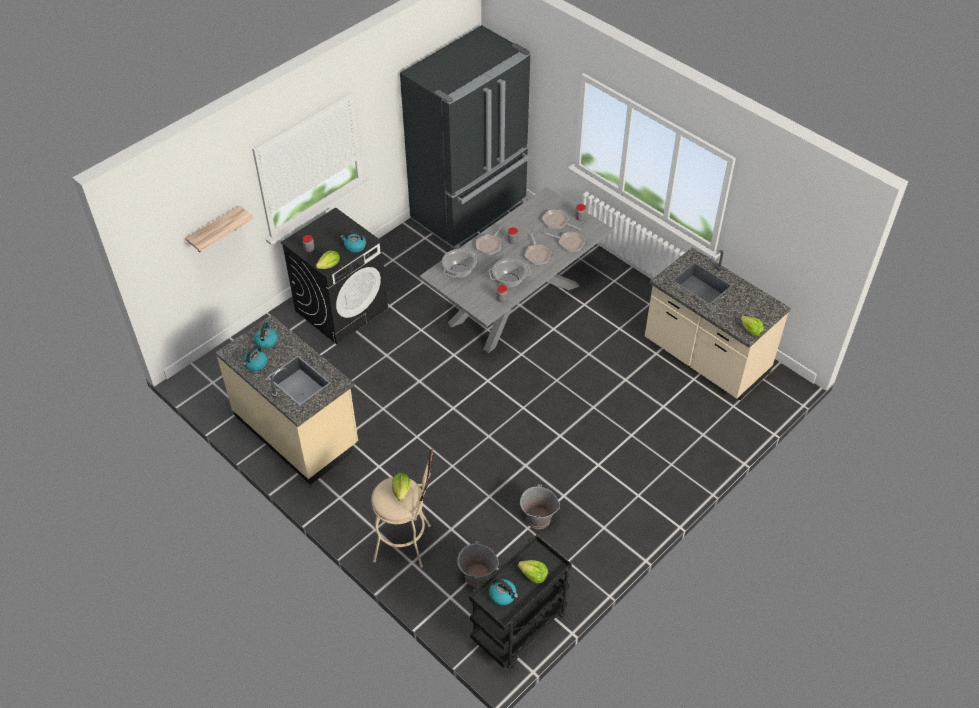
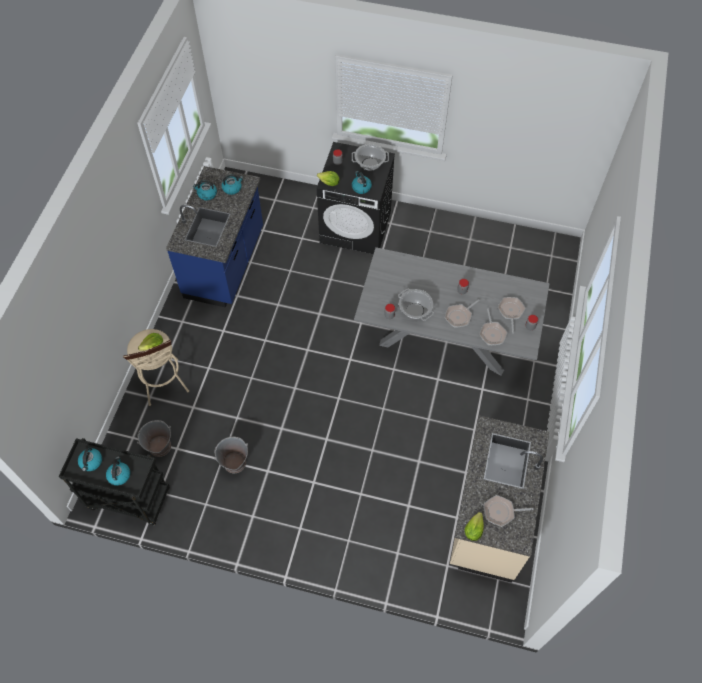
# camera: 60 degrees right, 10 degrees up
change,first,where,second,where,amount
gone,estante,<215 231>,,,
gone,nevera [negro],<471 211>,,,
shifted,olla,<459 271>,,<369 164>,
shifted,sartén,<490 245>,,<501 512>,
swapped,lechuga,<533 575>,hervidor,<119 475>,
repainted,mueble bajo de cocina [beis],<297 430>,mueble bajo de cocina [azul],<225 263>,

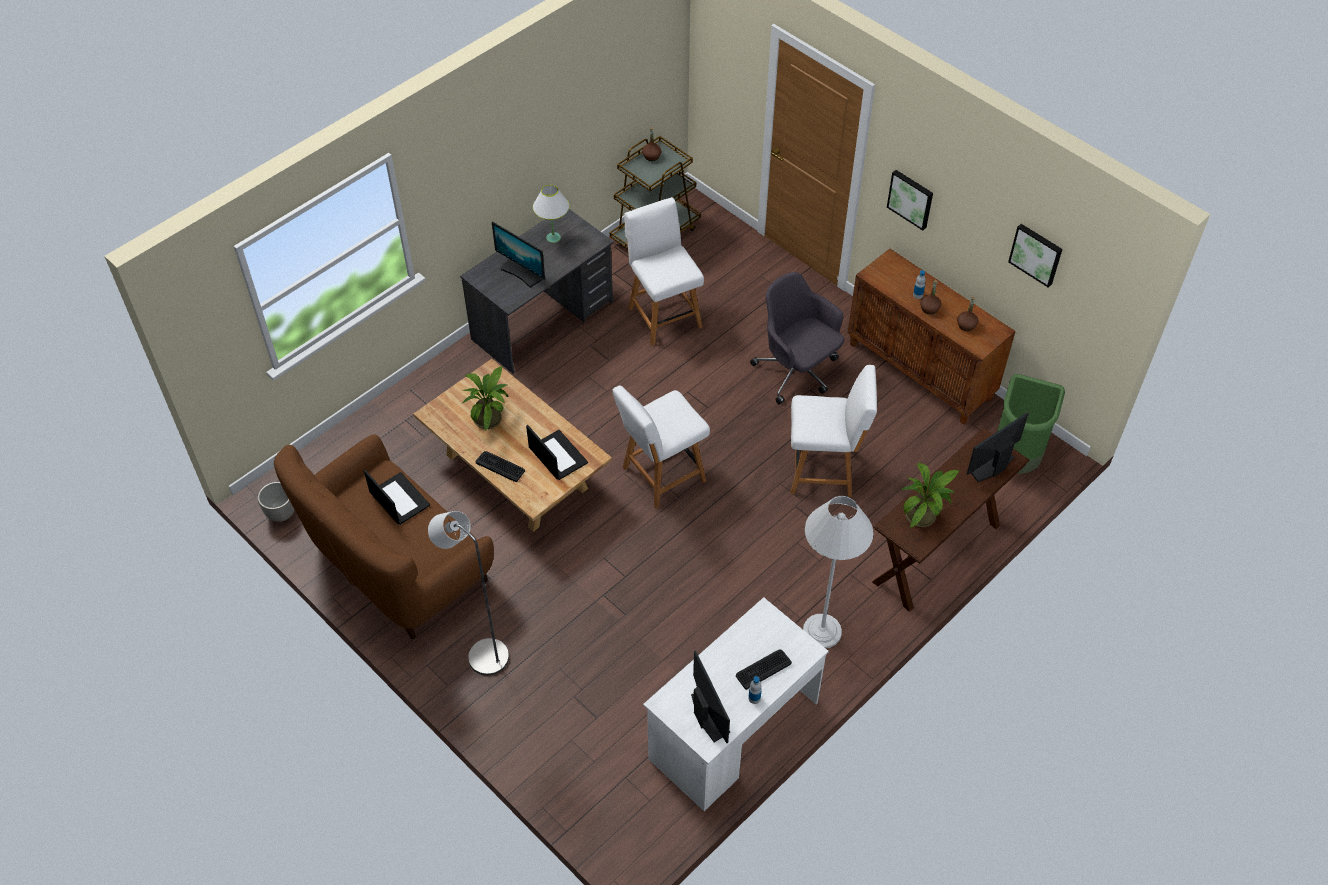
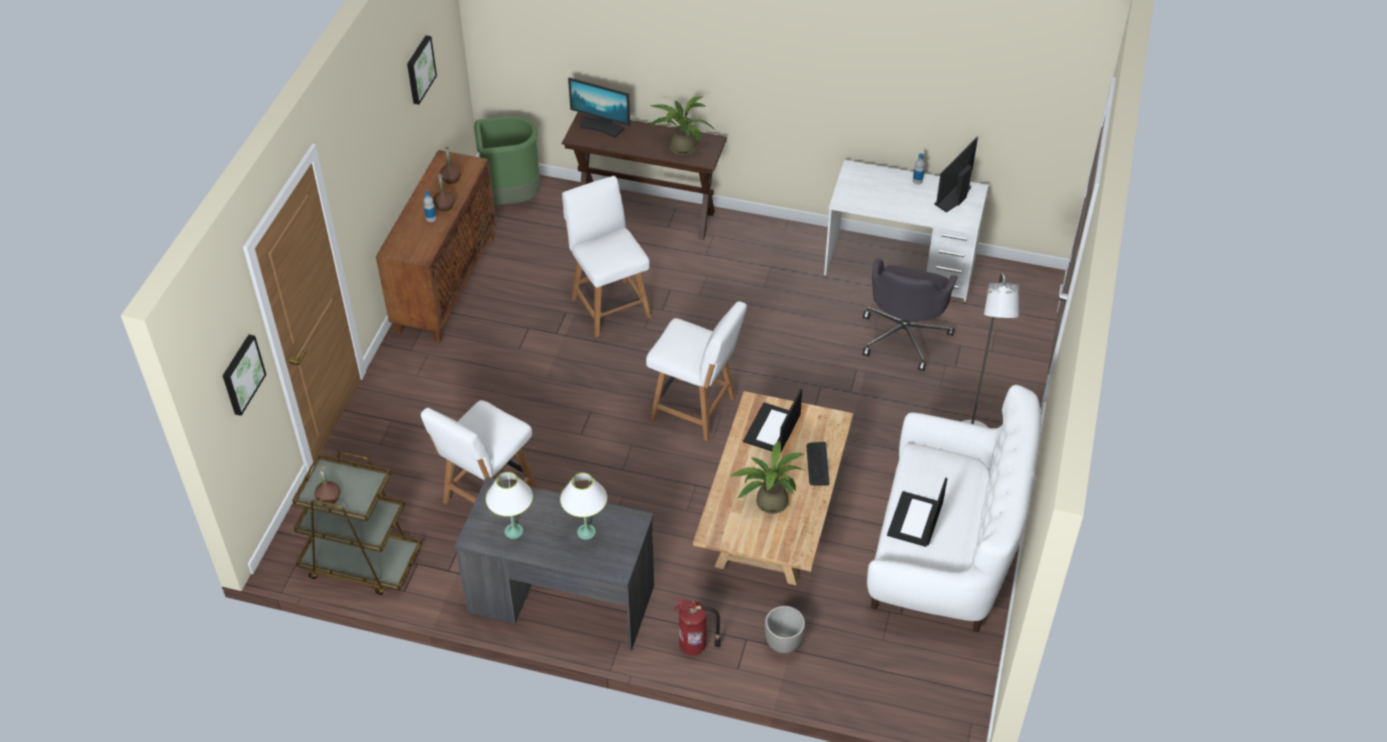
# camera: 120 degrees left, 5 degrees down
change,first,where,second,where,amount
gone,teclado,<763 669>,,,
gone,lámpara de pie [blanco],<822 631>,,,
new,,,extintor,<695 646>,
shifted,maceta,<281 514>,,<783 644>,
shifted,silla de oficina [gris],<797 372>,,<904 336>,
shifted,cuadro,<911 198>,,<241 374>,
swapped,monitor,<522 273>,lámpara de mesa [blanco],<586 532>,
repainted,sofá [marrón],<396 564>,sofá [blanco],<944 553>,

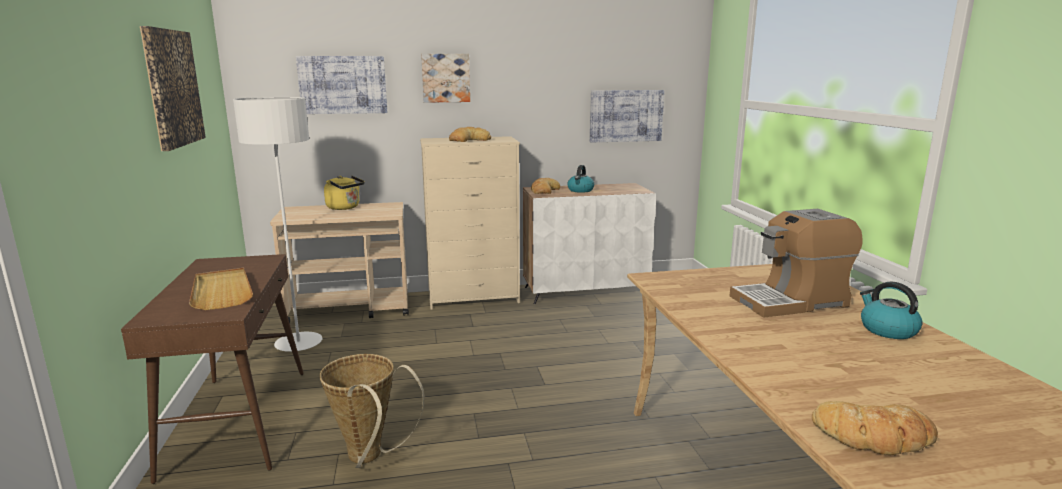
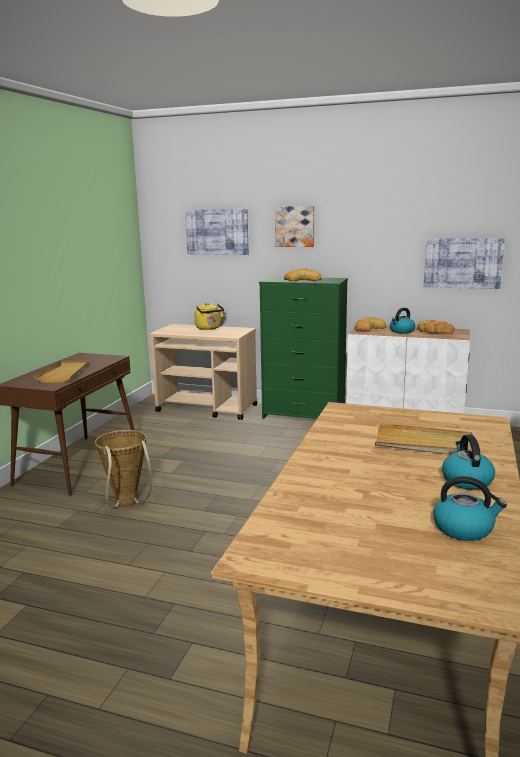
# camera: 30 degrees right, 0 degrees up
change,first,where,second,where,amount
gone,cuadro,<172 88>,,,
gone,lámpara de pie [blanco],<298 344>,,,
new,,,hervidor,<464 528>,
shifted,pan,<874 436>,,<434 331>,
swapped,cafetera,<790 301>,bandeja [beis],<424 444>,
repainted,cómoda [beis],<474 297>,cómoda [verde],<304 415>,

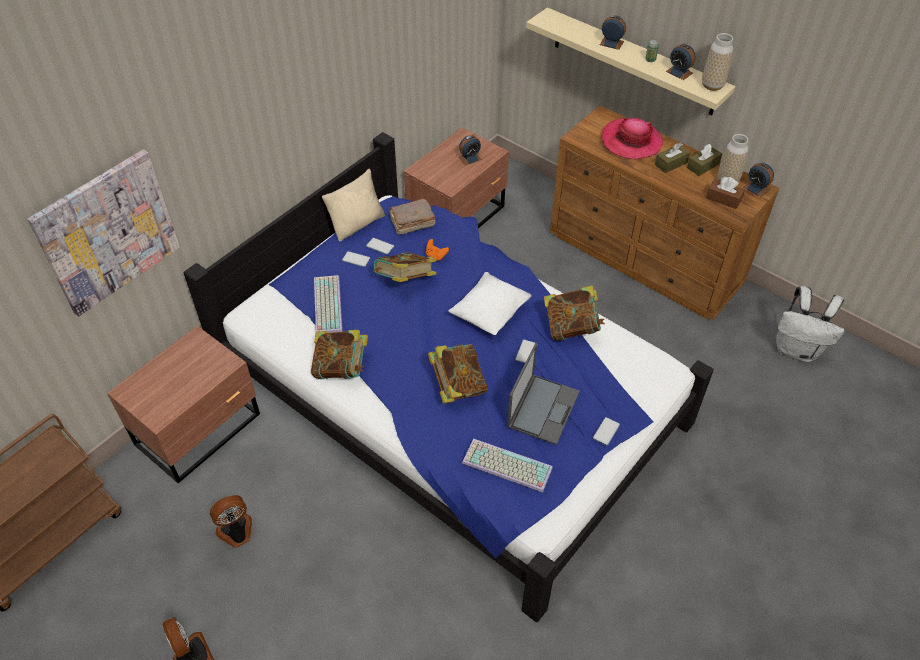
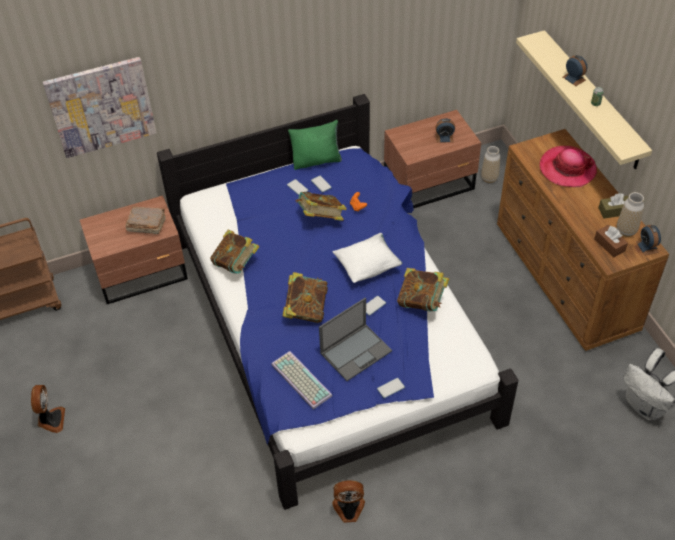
# camera: 30 degrees right, 0 degrees up
change,first,where,second,where,amount
gone,teclado,<326 304>,,,
gone,caja de pañuelos [marrón],<671 163>,,,
gone,despertador,<679 72>,,,
shifted,ventilador,<237 533>,,<349 510>,
shifted,libro [marrón],<411 223>,,<146 225>,
shifted,florero,<712 85>,,<489 178>,
repainted,cojín [beis],<357 224>,cojín [verde],<316 160>,

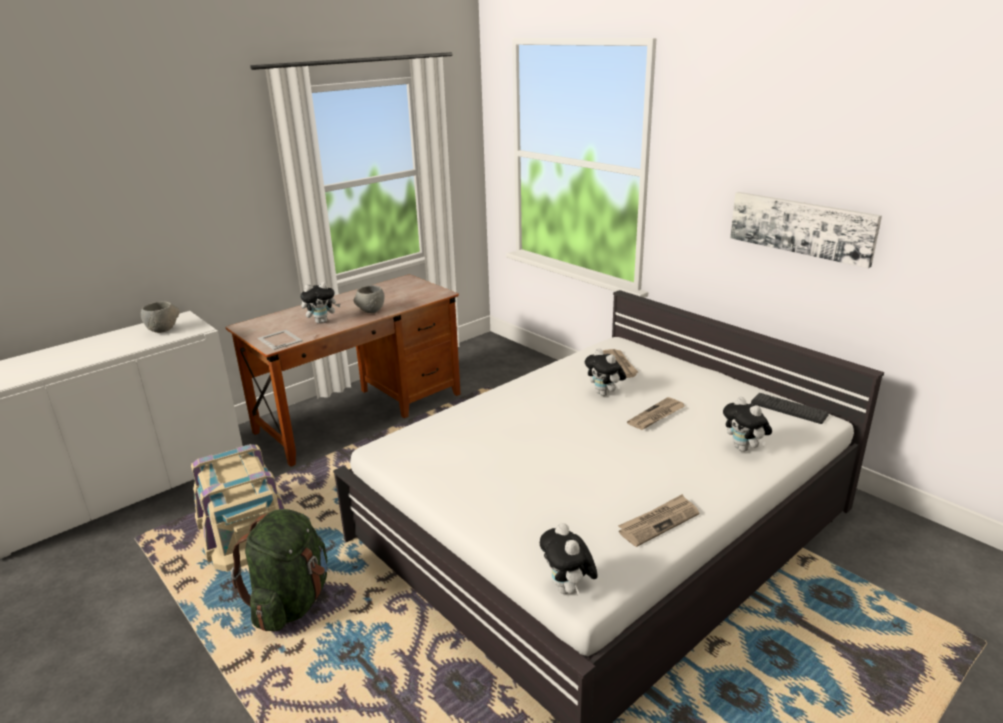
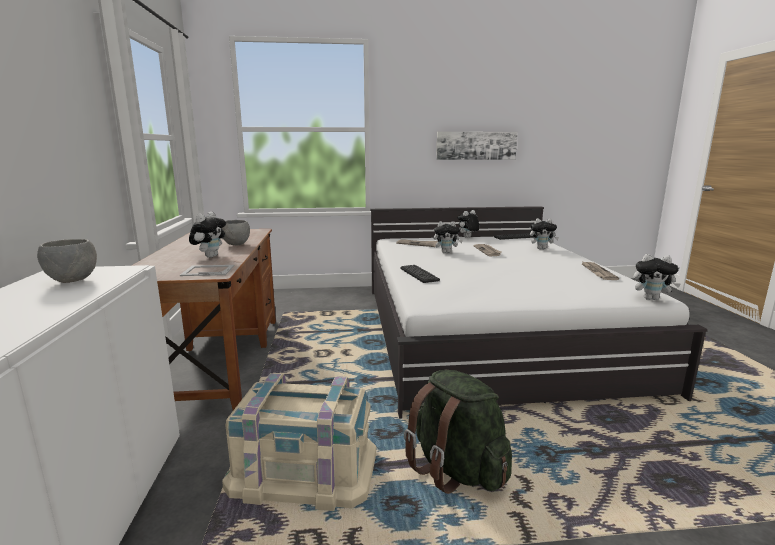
# camera: 55 degrees left, 10 degrees down
change,first,where,second,where,amount
new,,,teclado,<419 274>,
new,,,peluche,<467 237>,

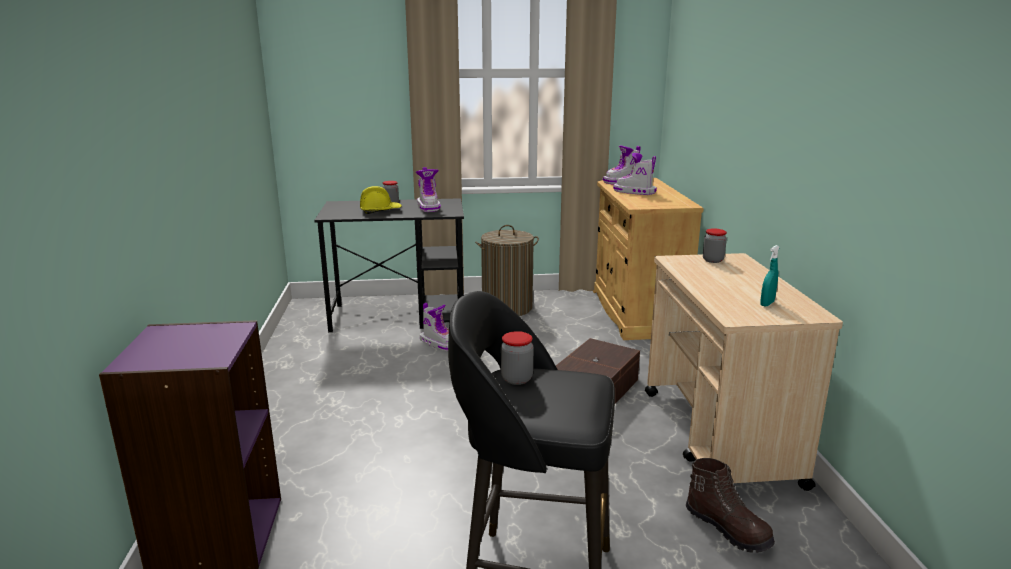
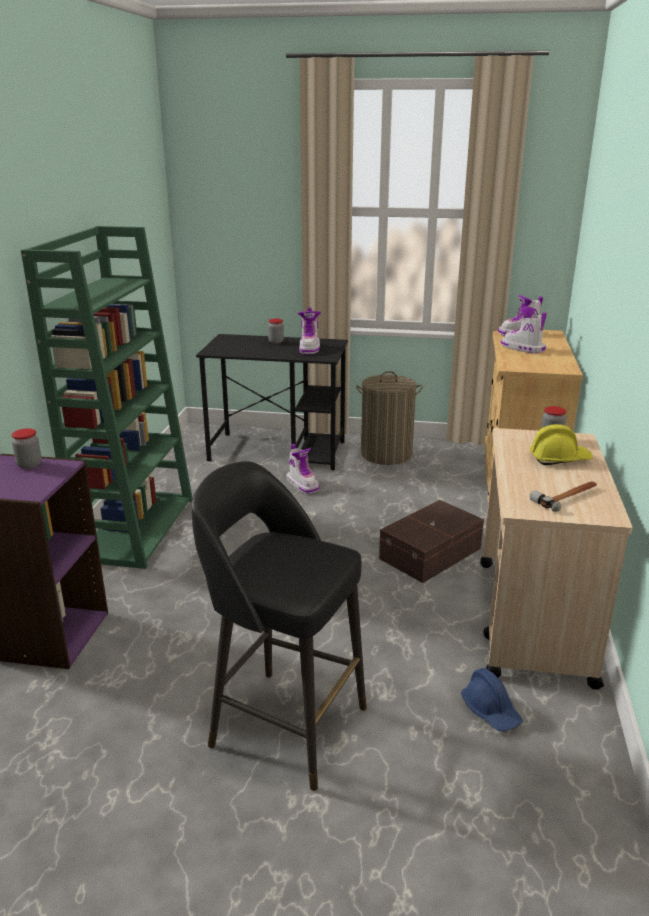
# camera: 15 degrees right, 5 degrees up
change,first,where,second,where,amount
new,,,estantería [verde],<136 528>,
shifted,casco [amarillo],<380 211>,,<559 459>,
shifted,tarro,<516 379>,,<29 465>,
swapped,bota [marrón],<728 528>,casco [azul],<491 711>,
swapped,pulverizador [turquesa],<767 304>,martillo,<567 497>,

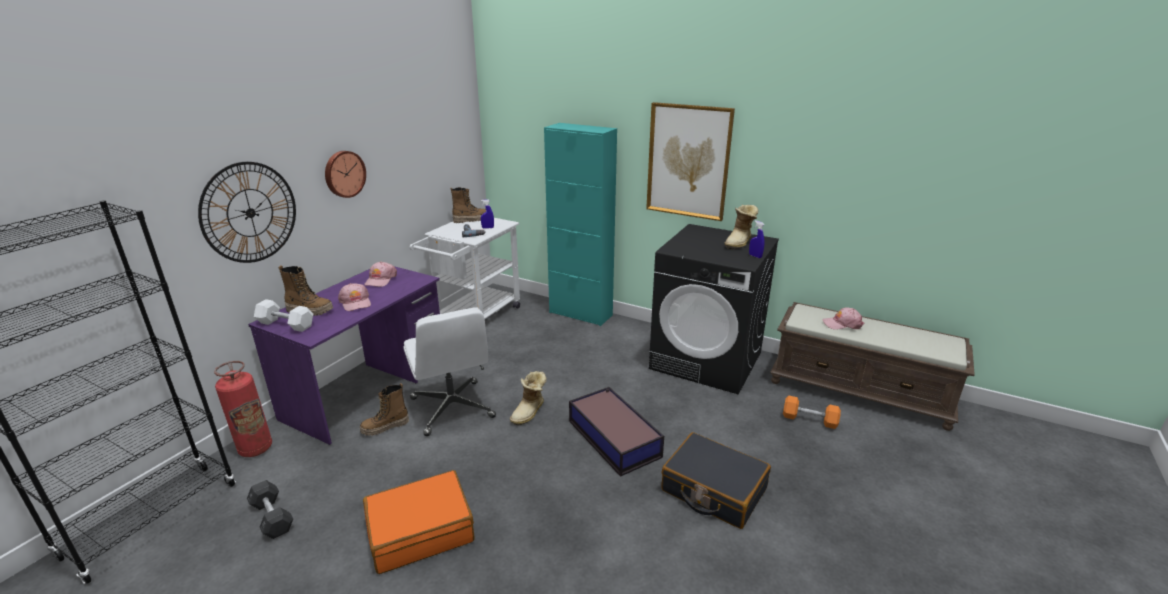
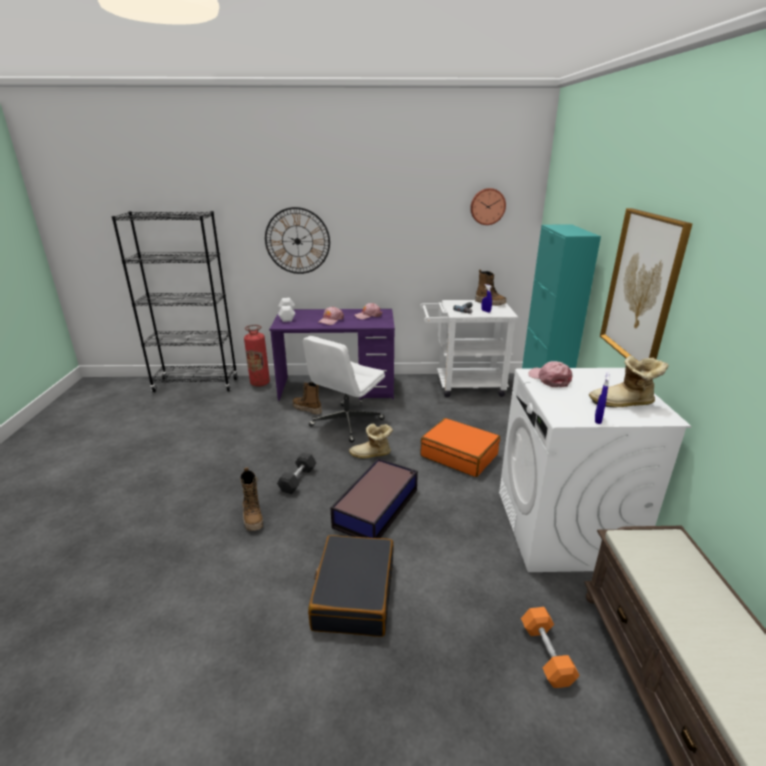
# camera: 60 degrees right, 0 degrees up
change,first,where,second,where,amount
shifted,mancuerna [gris],<272 517>,,<298 480>,
shifted,bota,<310 311>,,<253 518>,
shifted,reloj de pared,<344 174>,,<487 206>,
shifted,maleta [naranja],<420 531>,,<459 455>,
shifted,gorra [rosa],<842 324>,,<549 379>,
repainted,lavadora [negro],<706 360>,lavadora [blanco],<563 529>,

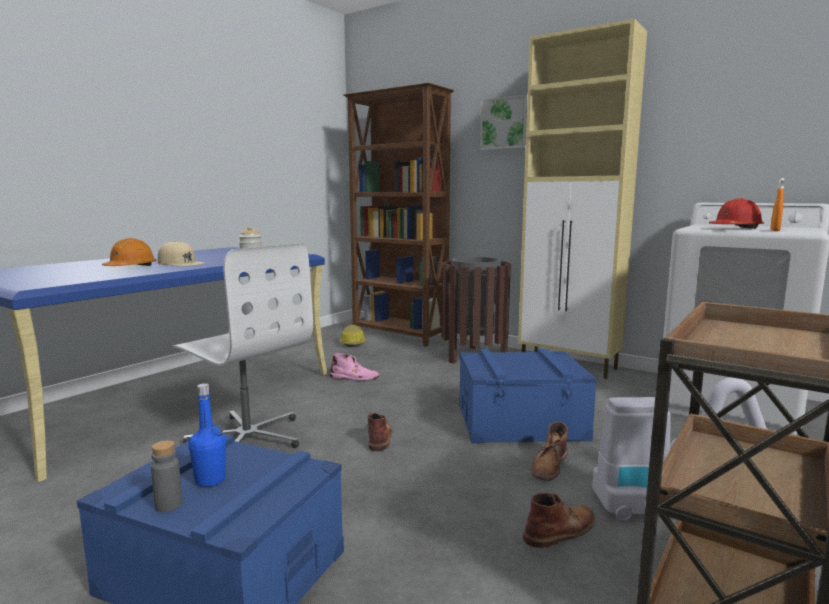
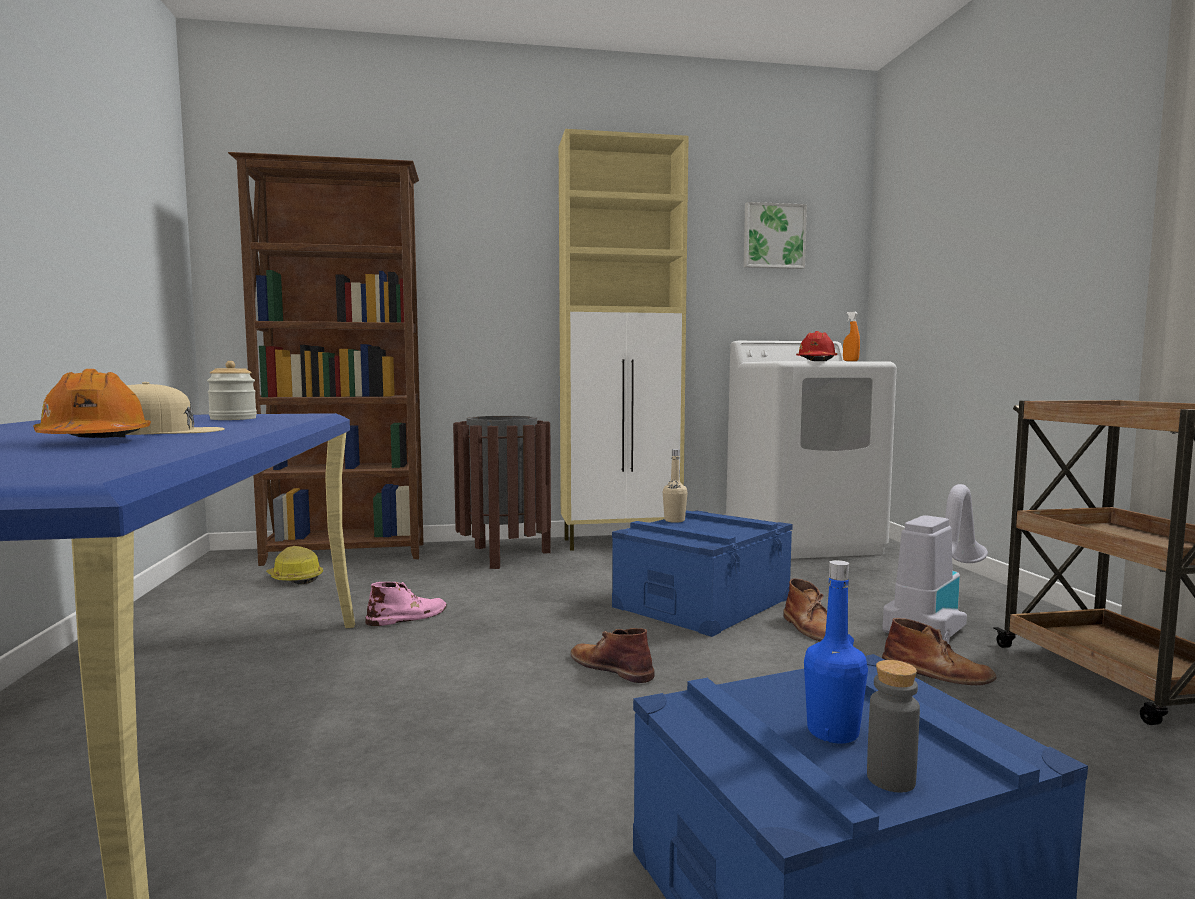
# camera: 45 degrees left, 5 degrees down
change,first,where,second,where,amount
gone,silla de oficina [blanco],<247 437>,,,
new,,,botella [beis],<674 520>,
shifted,cuadro,<505 123>,,<773 236>,
rotated,bota [marrón],<561 530>,,<937 673>,105 degrees clockwise

